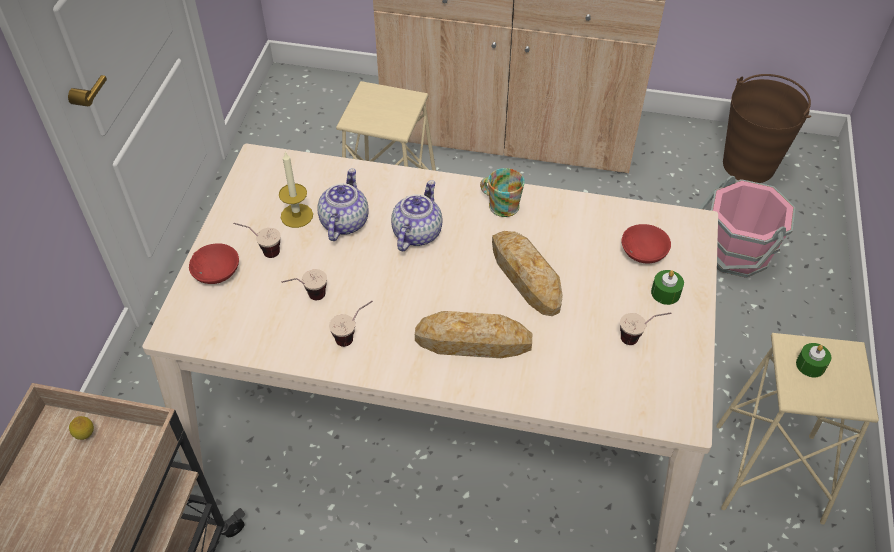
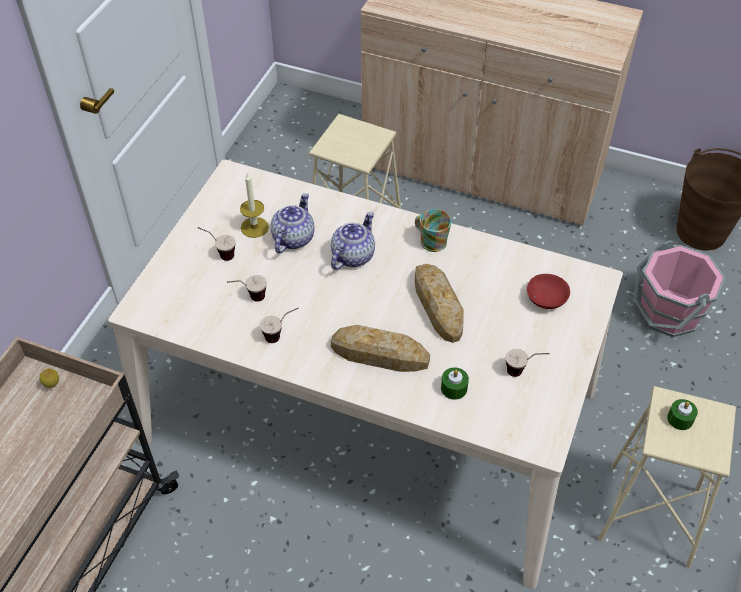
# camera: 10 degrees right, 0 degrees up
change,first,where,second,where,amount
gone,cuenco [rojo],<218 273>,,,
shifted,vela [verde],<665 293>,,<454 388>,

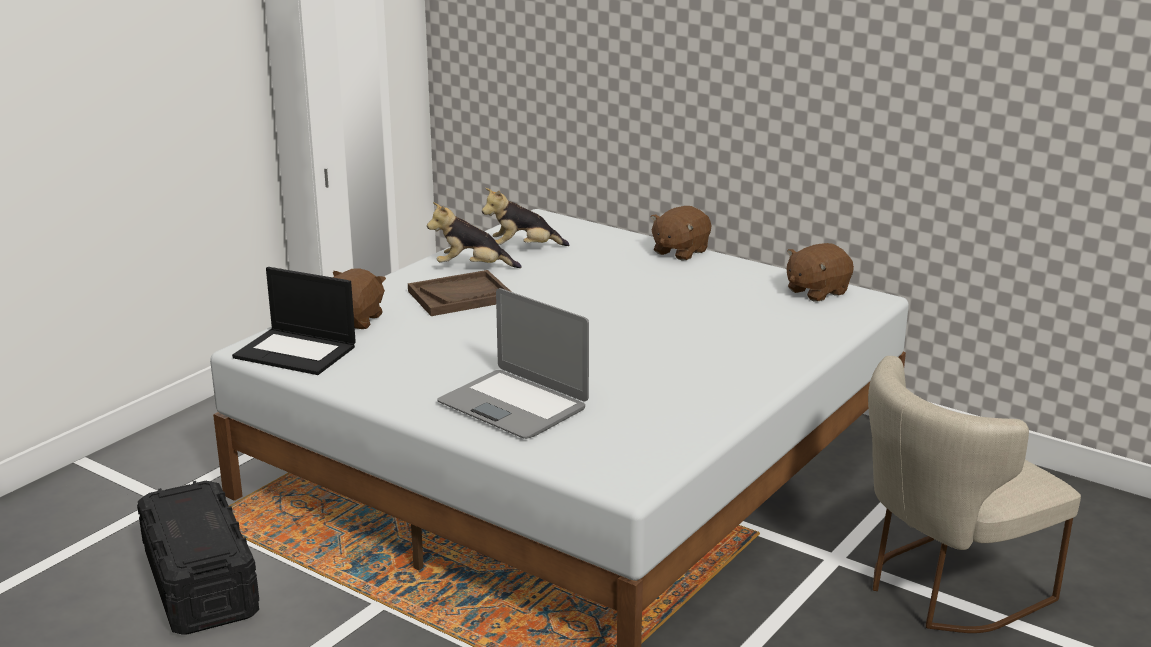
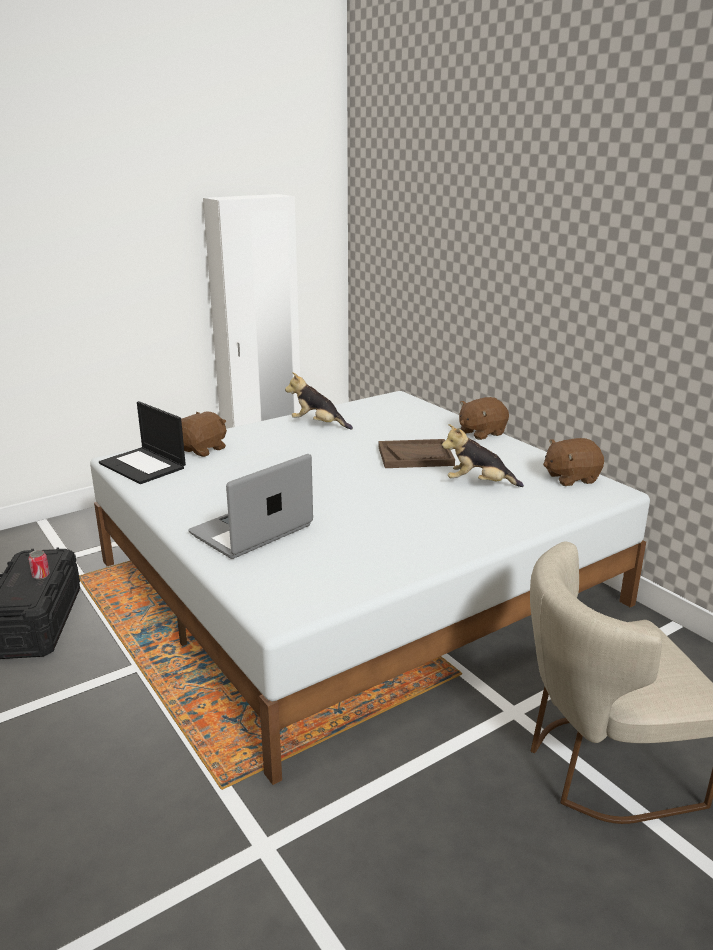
# camera: 20 degrees right, 0 degrees up
change,first,where,second,where,amount
new,,,lata,<41 575>,
shifted,bandeja [marrón],<460 296>,,<415 456>,
shifted,peluche,<523 249>,,<478 484>,
rotated,portátil,<513 405>,,<252 530>,75 degrees clockwise

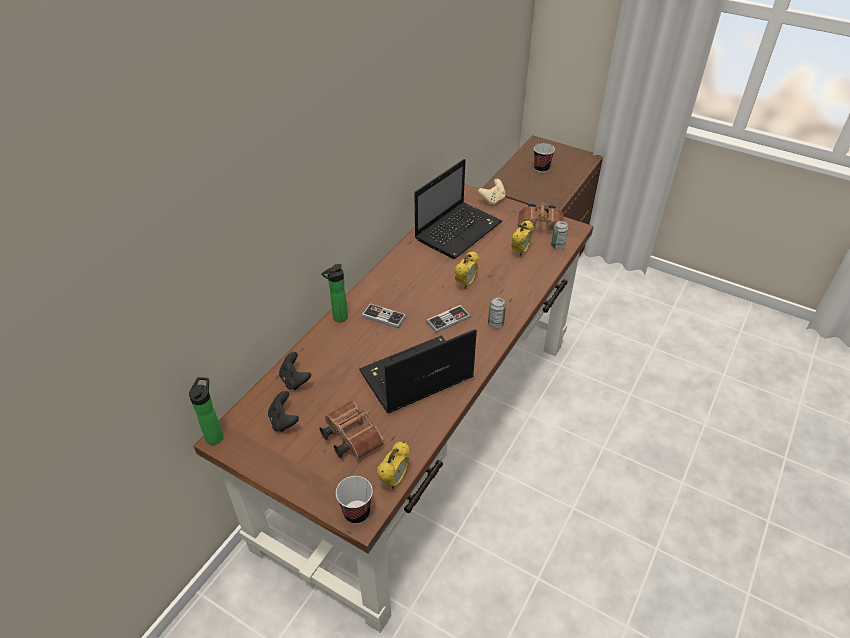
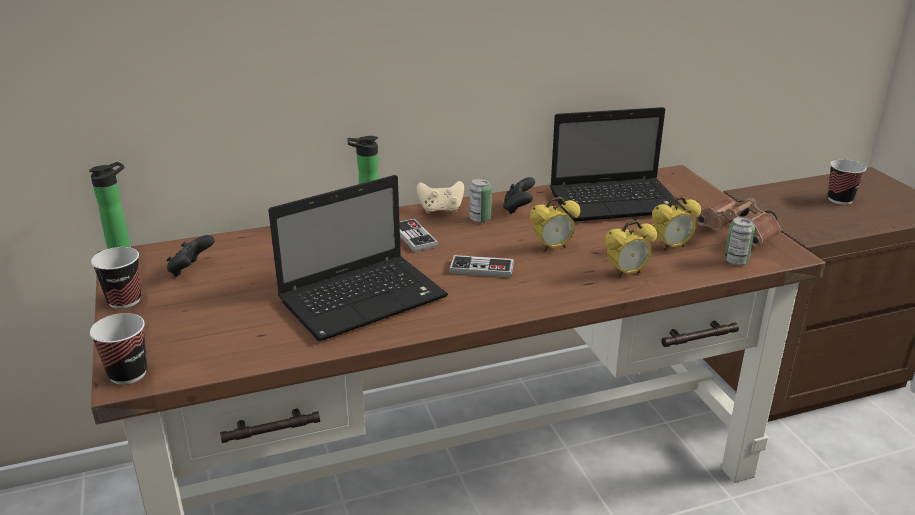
# camera: 40 degrees right, 15 degrees down
change,first,where,second,where,amount
gone,prismáticos [marrón],<350 437>,,,
new,,,taza,<124 300>,
shifted,mando de consola [negro],<295 380>,,<518 208>,
shifted,despertador,<394 480>,,<626 273>,
shifted,mando de consola [beis],<492 200>,,<441 210>,
shifted,lata,<495 323>,,<480 219>,
rotated,portátil,<414 377>,,<365 298>,135 degrees clockwise

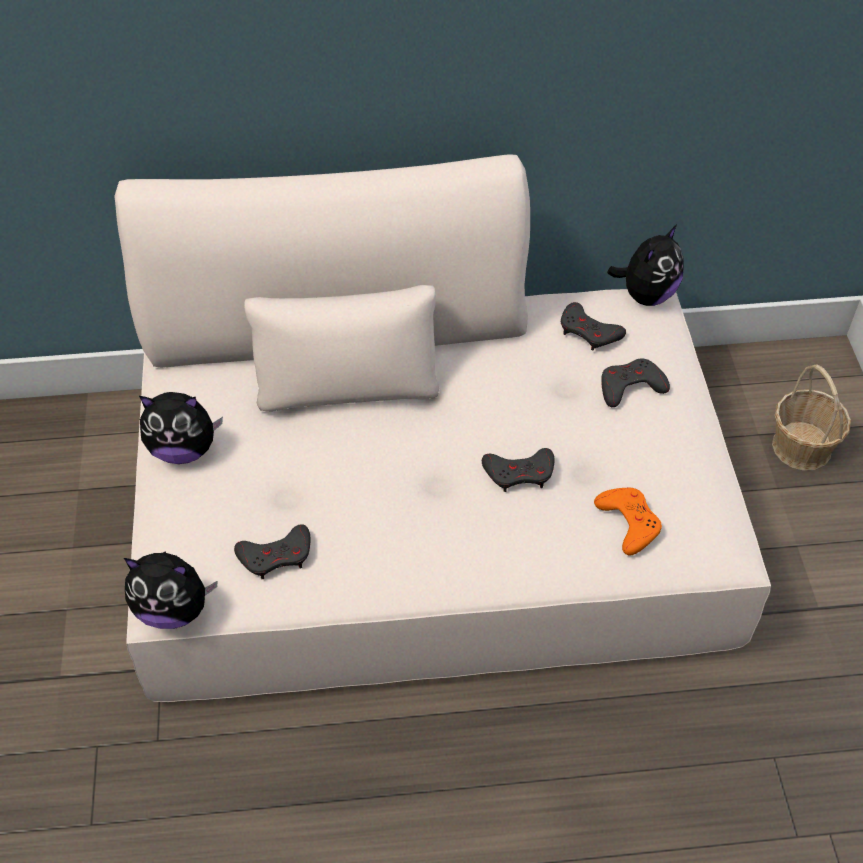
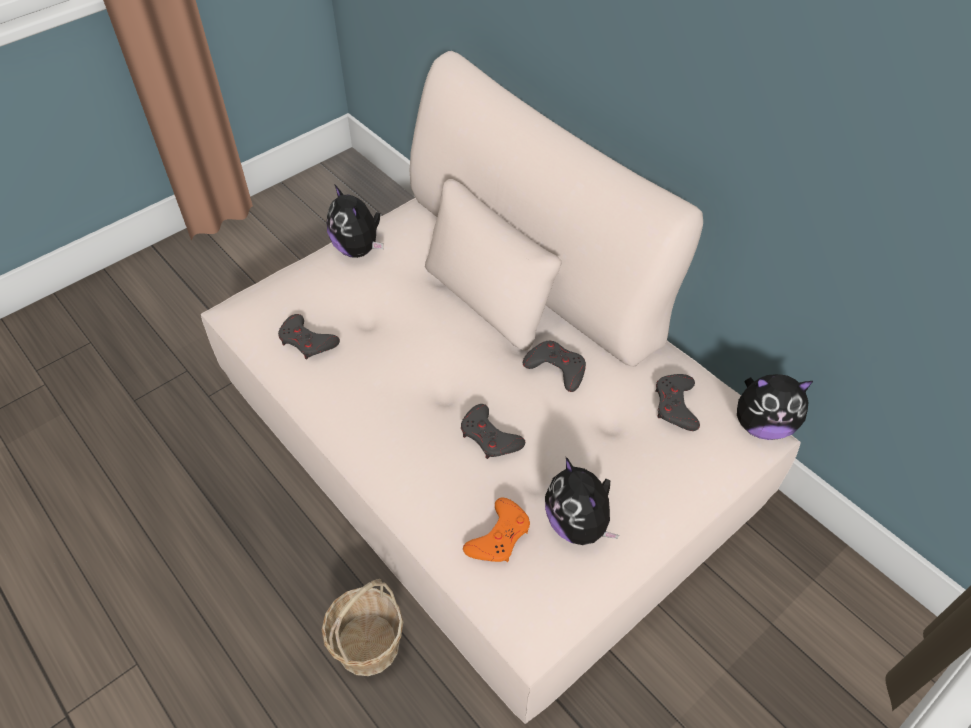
# camera: 55 degrees right, 0 degrees up
change,first,where,second,where,amount
shifted,peluche,<173 609>,,<578 524>,
shifted,mando de consola [gris],<630 387>,,<556 368>,
shifted,cesta,<801 447>,,<367 644>,

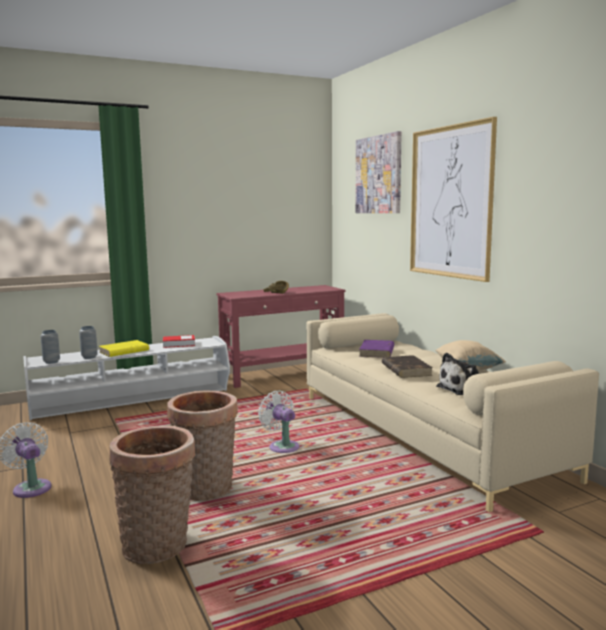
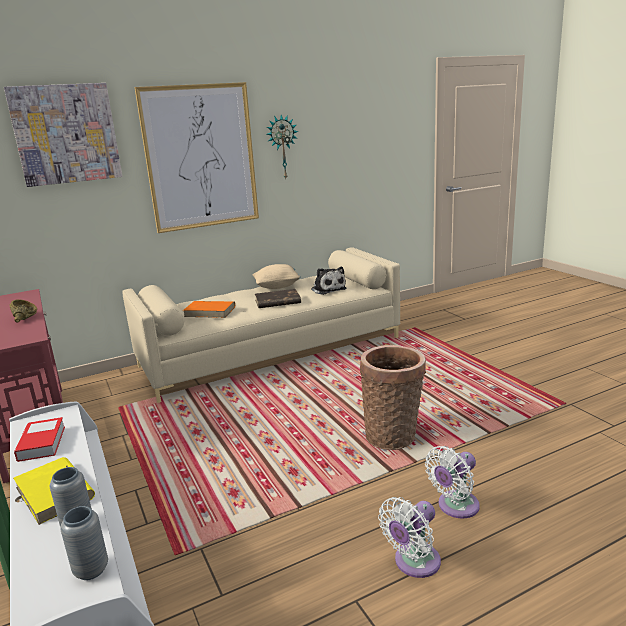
# camera: 90 degrees left, 10 degrees up
change,first,where,second,where,amount
gone,cesta,<159 546>,,,
new,,,reloj de pared,<282 147>,
shifted,ventilador [blanco],<282 446>,,<455 507>,
repainted,libro [morado],<377 352>,libro [naranja],<210 311>,

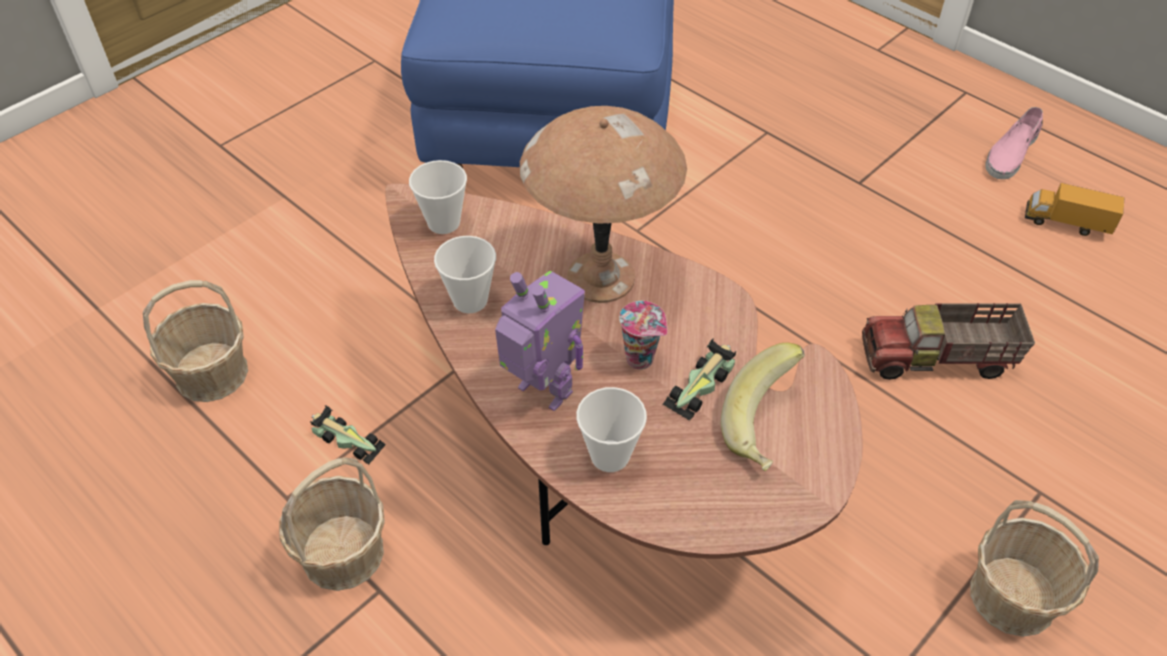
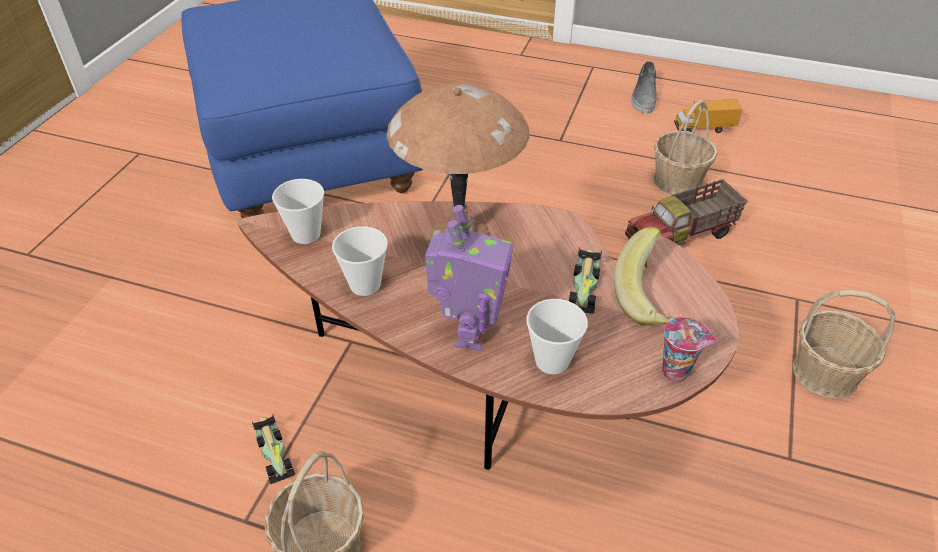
# camera: 25 degrees left, 5 degrees down
change,first,where,second,where,amount
shifted,cesta,<211 373>,,<677 180>,
shifted,taza,<642 359>,,<677 372>,
repainted,zapato [rosa],<1010 153>,zapato [gris],<644 96>,
rotated,coche de juguete,<346 439>,,<273 451>,60 degrees clockwise
rotated,robot de juguete,<543 392>,,<469 333>,90 degrees clockwise

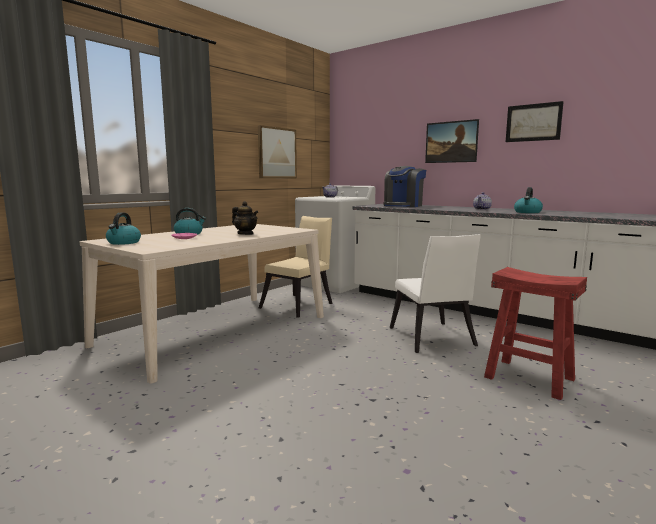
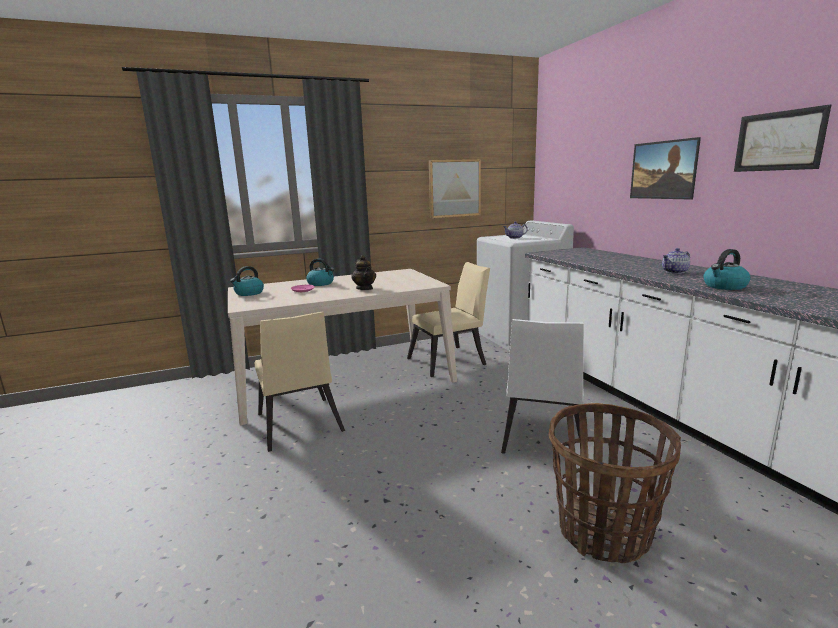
# camera: 30 degrees right, 5 degrees up
change,first,where,second,where,amount
gone,cafetera,<403 206>,,,
new,,,silla [beis],<299 426>,
swapped,taburete [rojo],<529 378>,cesta,<603 532>,

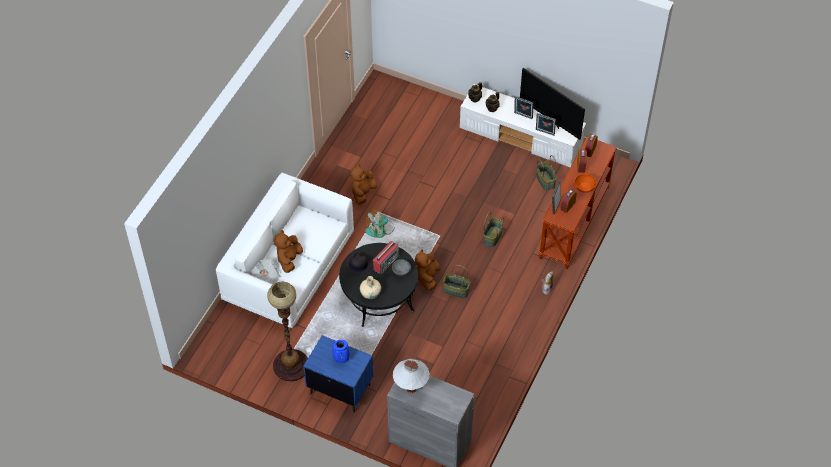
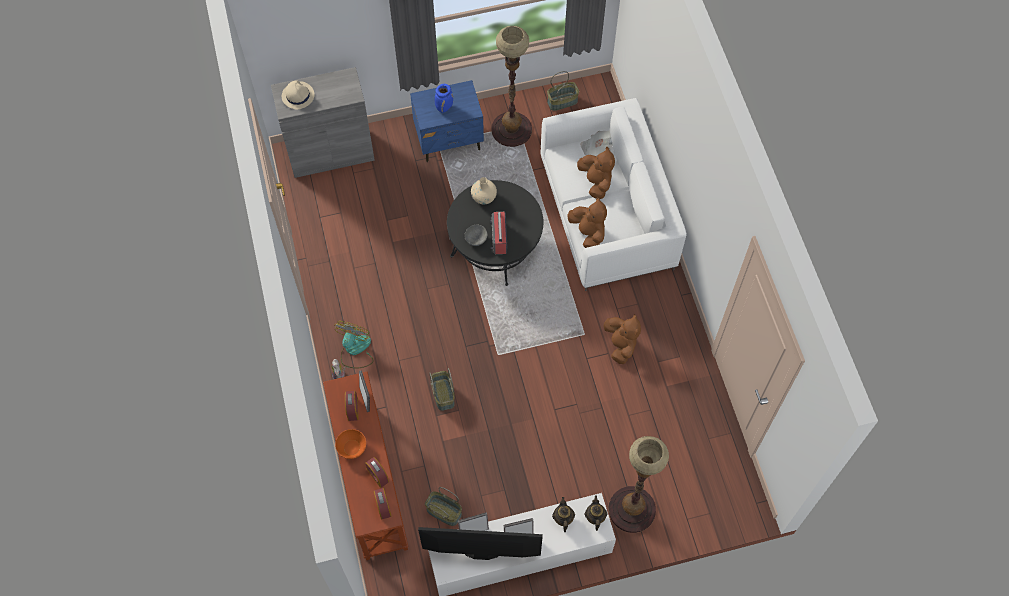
# camera: 140 degrees right, 10 degrees up
change,first,where,second,where,amount
gone,sombrero [negro],<358 264>,,,
gone,lámpara de mesa [blanco],<410 389>,,,
new,,,sombrero [beis],<298 95>,
new,,,lámpara de pie,<631 510>,
shifted,ventilador,<380 230>,,<355 350>,
shifted,peluche [marrón],<427 277>,,<588 233>,
shifted,cesta,<455 290>,,<562 101>,

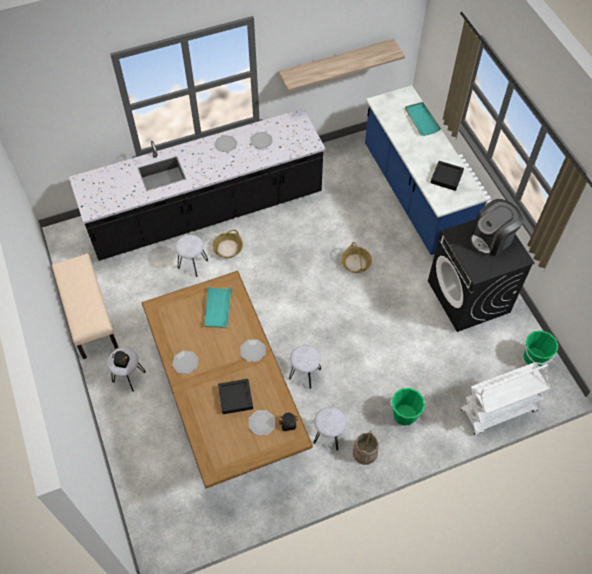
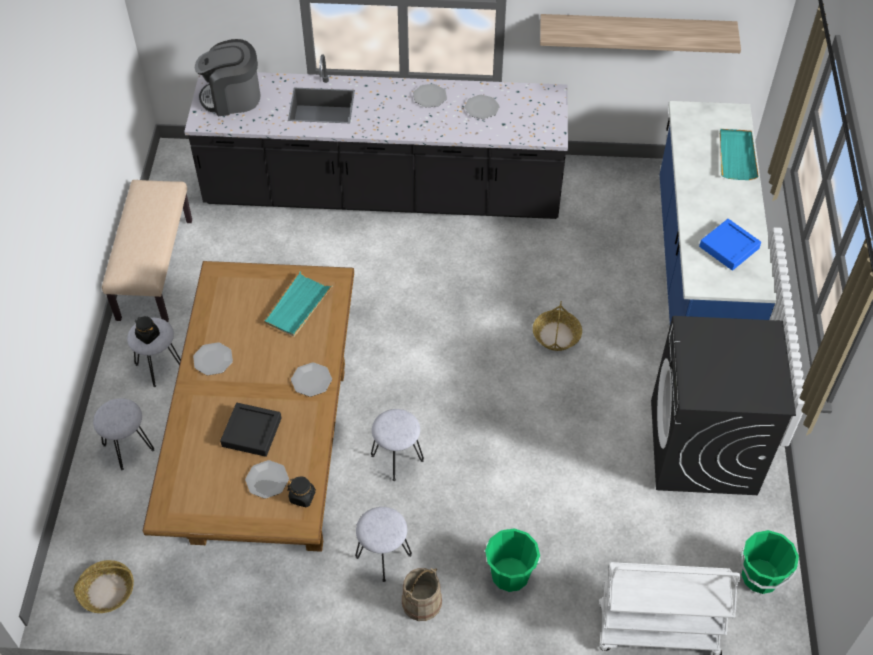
# camera: 25 degrees right, 5 degrees down
change,first,where,second,where,amount
shifted,taburete [gris],<192 264>,,<128 447>,
shifted,cesta,<228 248>,,<106 591>,
shifted,cafetera,<491 239>,,<232 98>,
repainted,bandeja [negro],<446 177>,bandeja [azul],<729 247>,

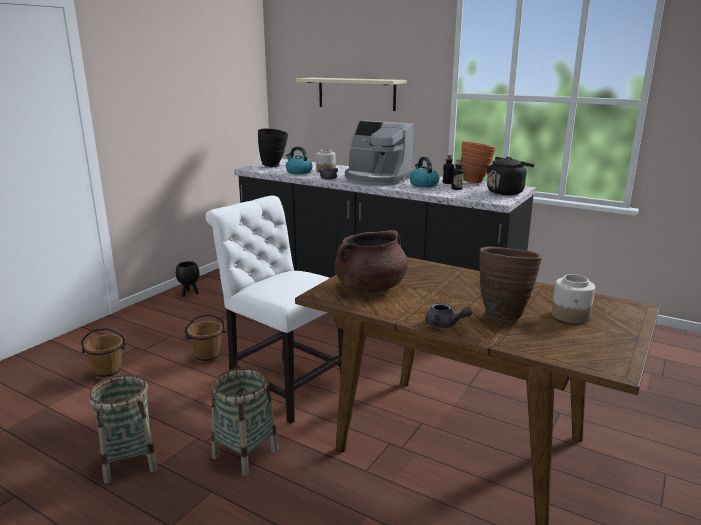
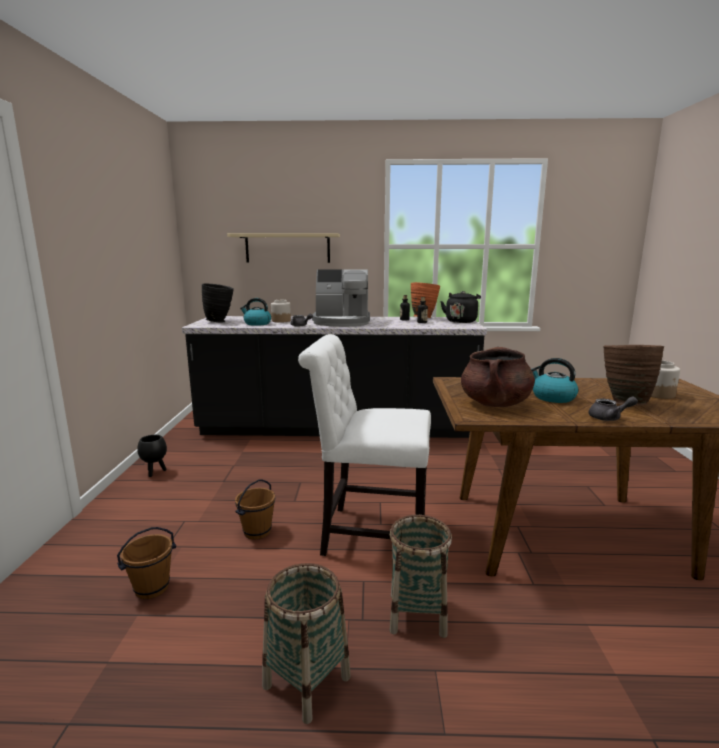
# camera: 30 degrees left, 5 degrees down
change,first,where,second,where,amount
shifted,hervidor,<423 185>,,<552 397>,

